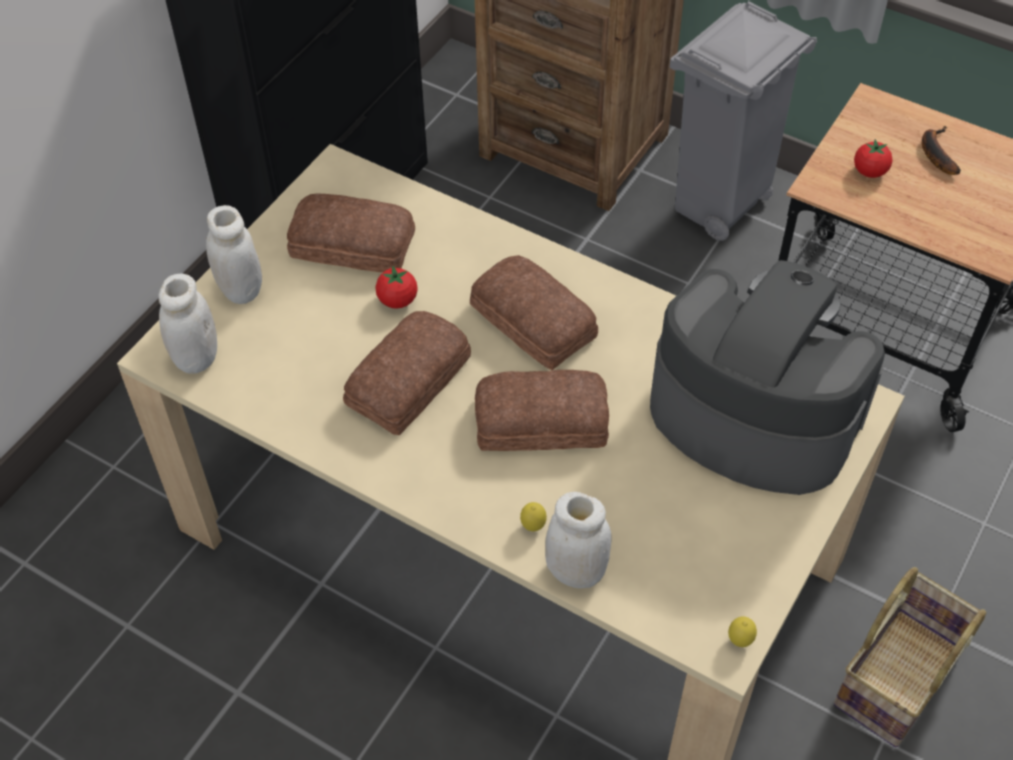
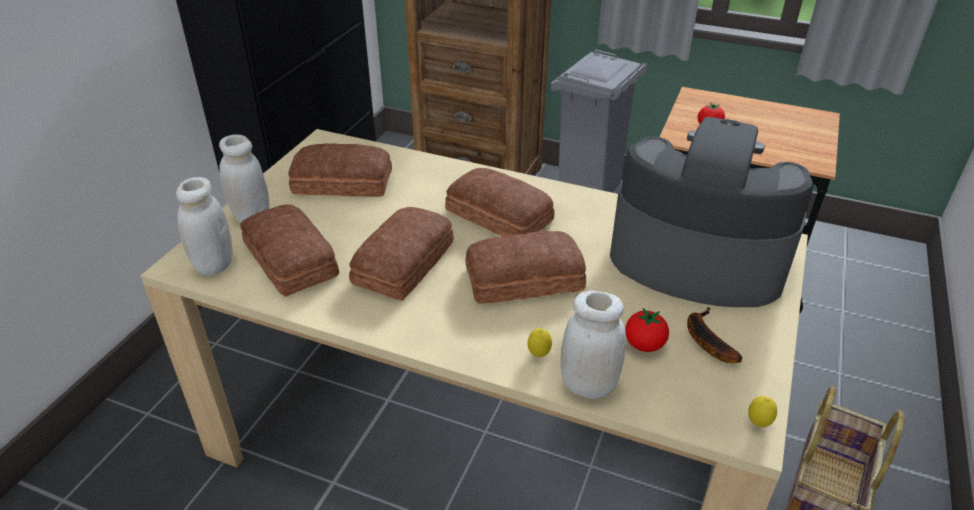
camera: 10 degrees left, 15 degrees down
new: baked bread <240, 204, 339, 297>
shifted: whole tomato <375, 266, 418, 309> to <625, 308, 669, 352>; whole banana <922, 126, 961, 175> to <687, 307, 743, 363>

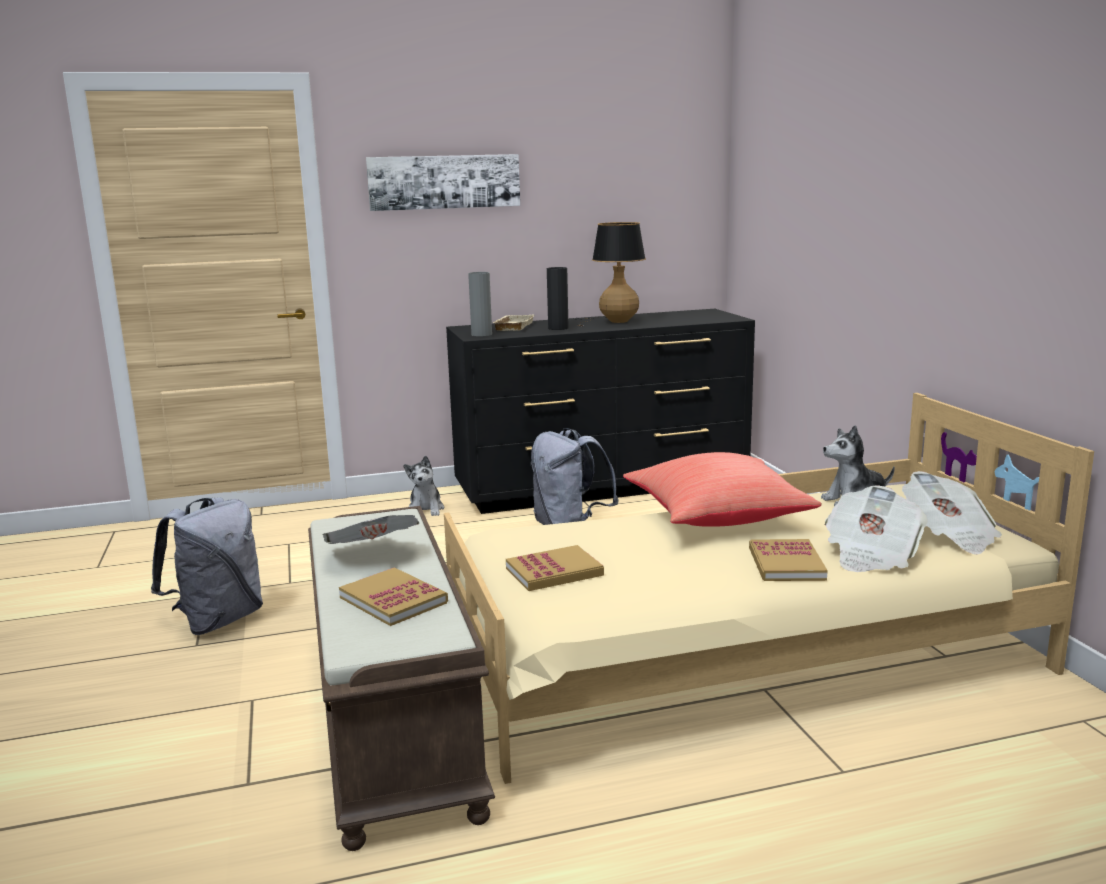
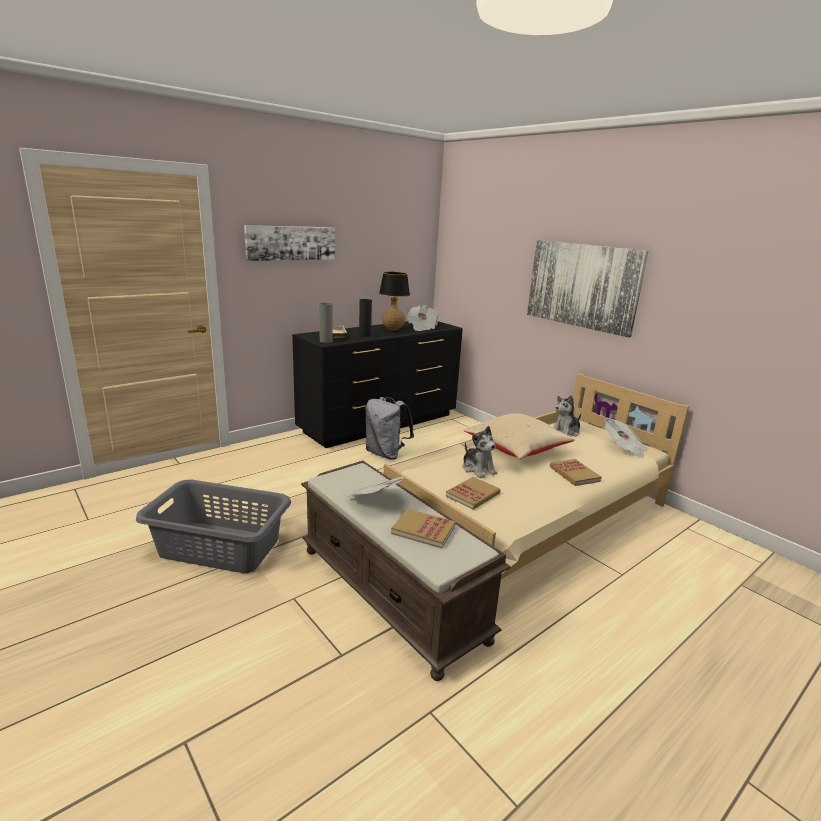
camera: 25 degrees left, 5 degrees up
new: wall art <527, 240, 648, 338>
shifted: soft toy <403, 456, 444, 516> to <463, 426, 497, 478>; printed paper <825, 485, 928, 572> to <406, 305, 440, 331>
swapped: gray knapsack <151, 497, 263, 635> to gray hamper <136, 480, 291, 573>
repainted: red pillow <623, 452, 822, 527> to beige-coloured pillow <464, 413, 575, 459>

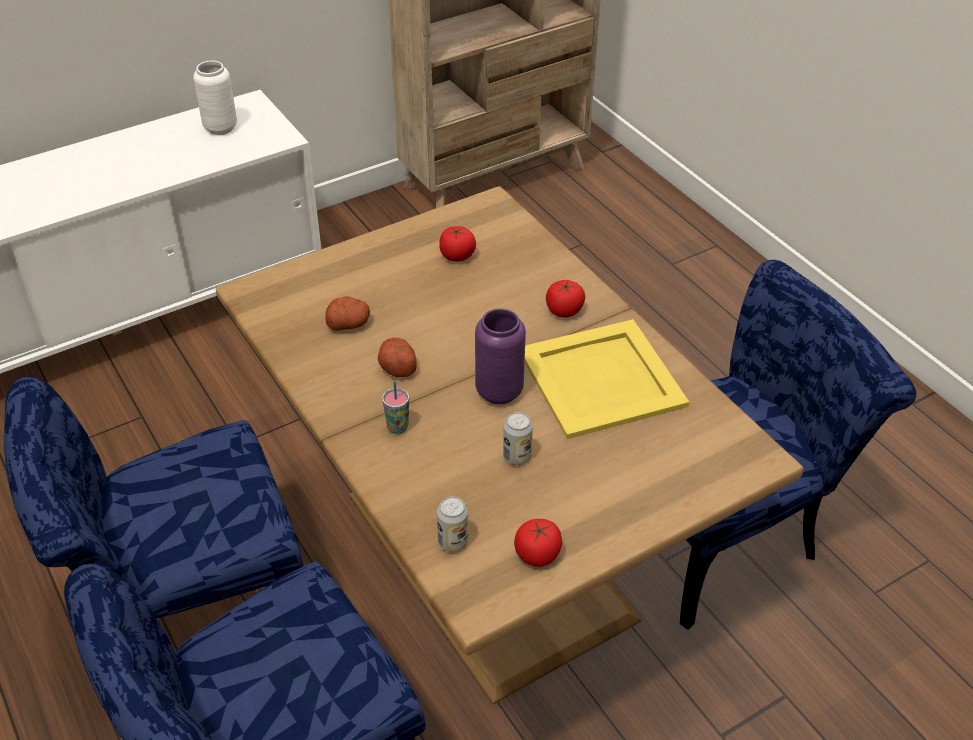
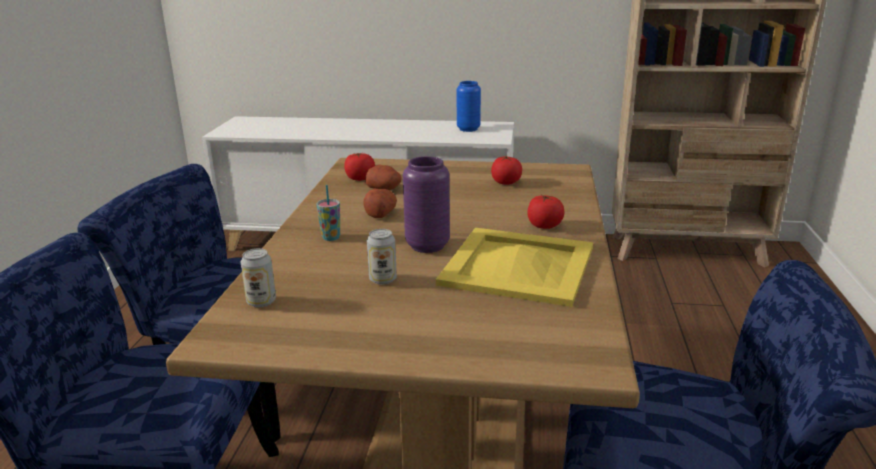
camera: 40 degrees right, 20 degrees down
shifted: whole tomato <514, 519, 562, 567> to <344, 153, 375, 181>
repainted: white vase <193, 60, 237, 135> to bluish vase <457, 81, 481, 132>

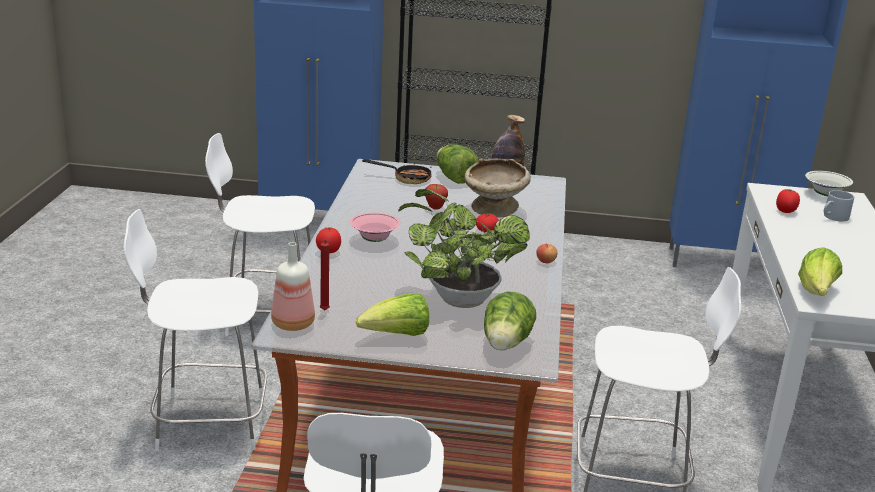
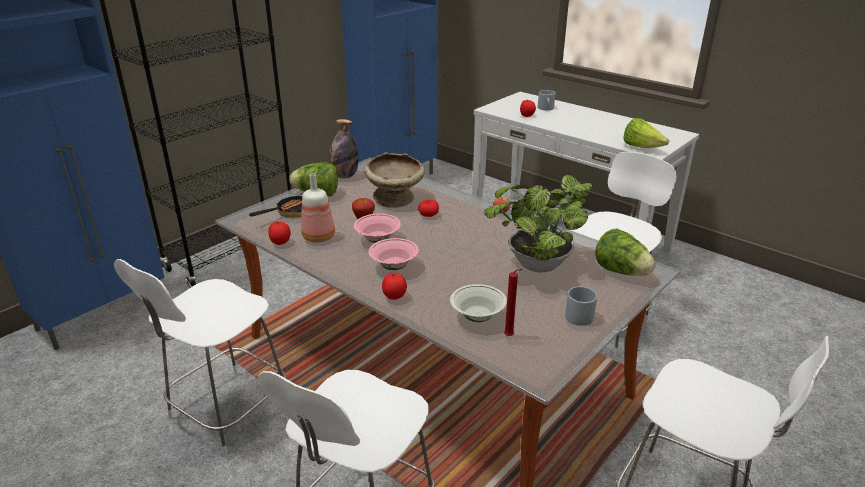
camera: 55 degrees left, 5 degrees up
new: whole tomato <268, 221, 291, 245>; pink-coloured serving bowl <354, 213, 401, 243>
shifted: beverage bottle <271, 242, 315, 331> to <301, 173, 335, 243>; white serving bowl <805, 171, 853, 196> to <450, 284, 507, 322>
swapped: lettuce <356, 293, 429, 336> to gray mug <565, 286, 597, 326>

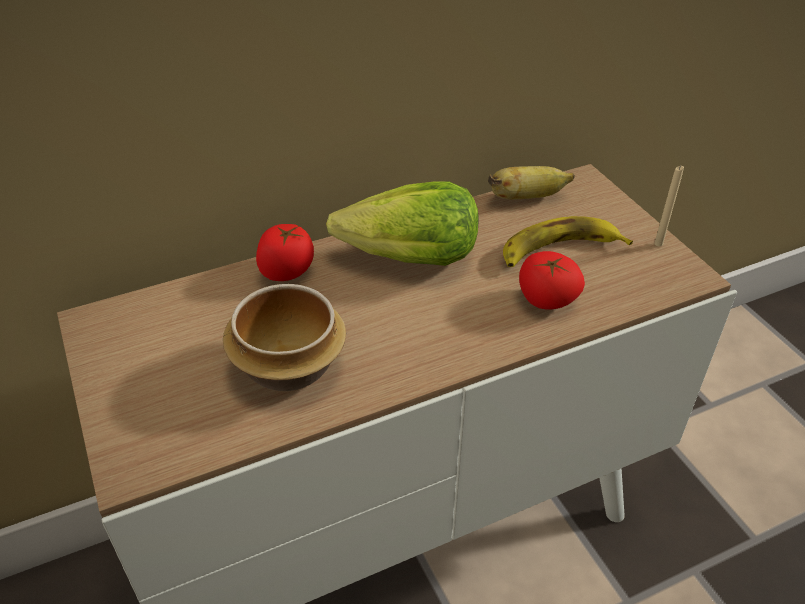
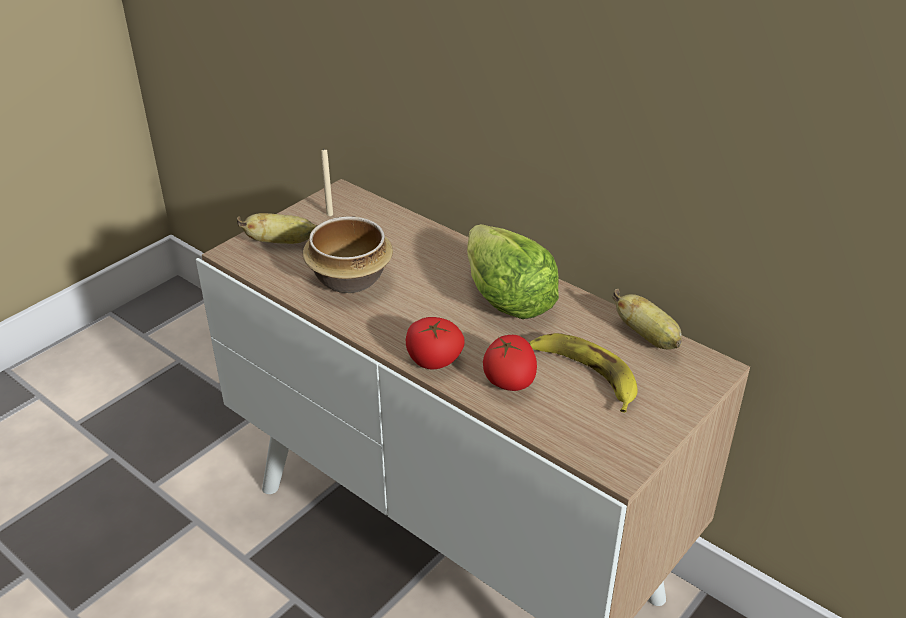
camera: 65 degrees right, 5 degrees down
new: whole banana <237, 213, 318, 244>
shifted: whole tomato <256, 224, 314, 281> to <406, 317, 465, 370>; beige-coloured wax candle <654, 165, 684, 247> to <321, 150, 333, 216>

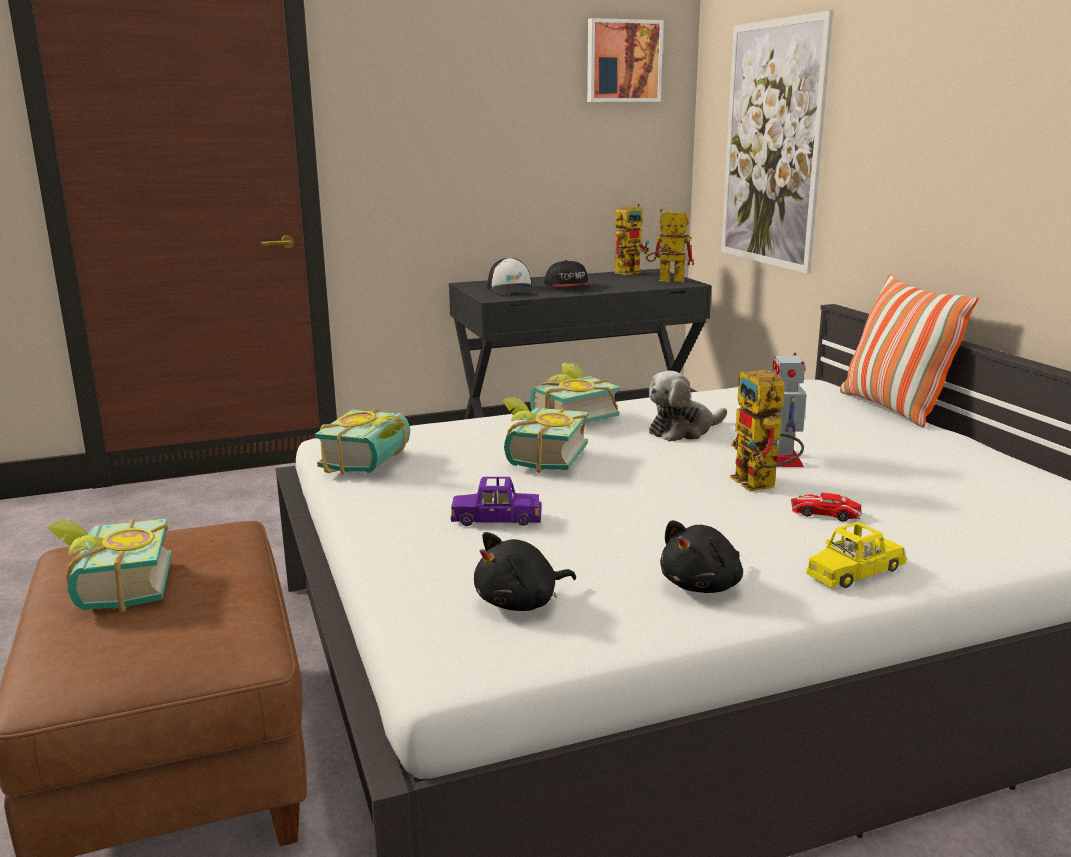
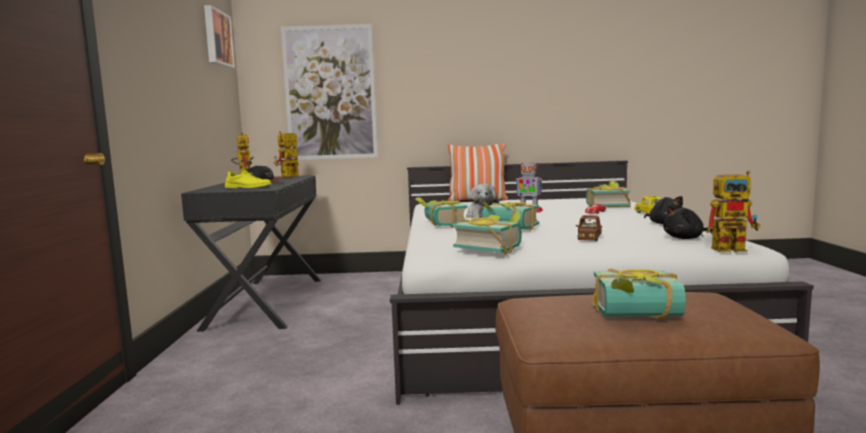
camera: 70 degrees left, 10 degrees down
new: book <586, 181, 631, 207>
shifted: robot figure <730, 370, 804, 492> to <706, 171, 760, 252>
swapped: baseball cap <487, 257, 538, 295> to yellowish shoe <225, 170, 272, 188>
repainted: purple toy car <451, 477, 542, 526> to brownish toy car <576, 215, 602, 241>
rotated: blackish soft toy <474, 532, 576, 611> = <663, 205, 712, 239> 90 degrees clockwise

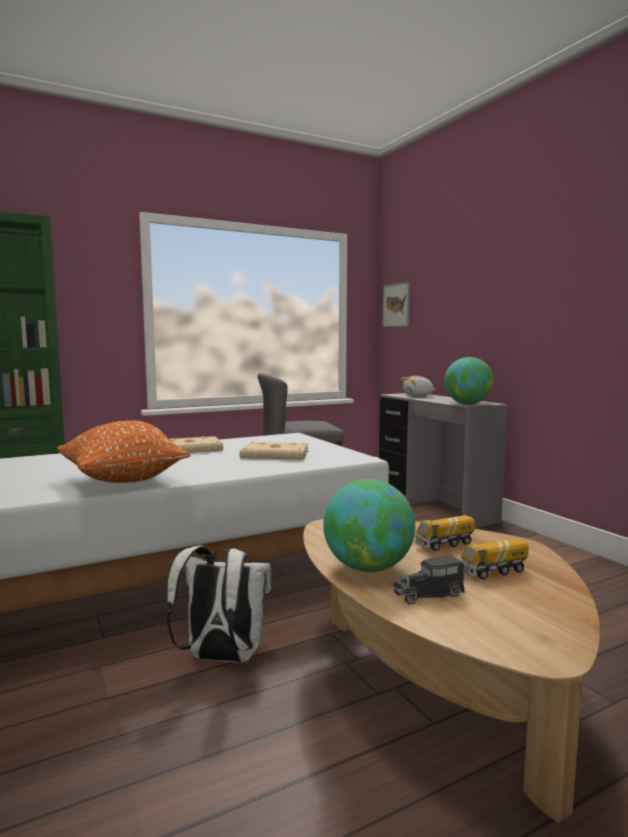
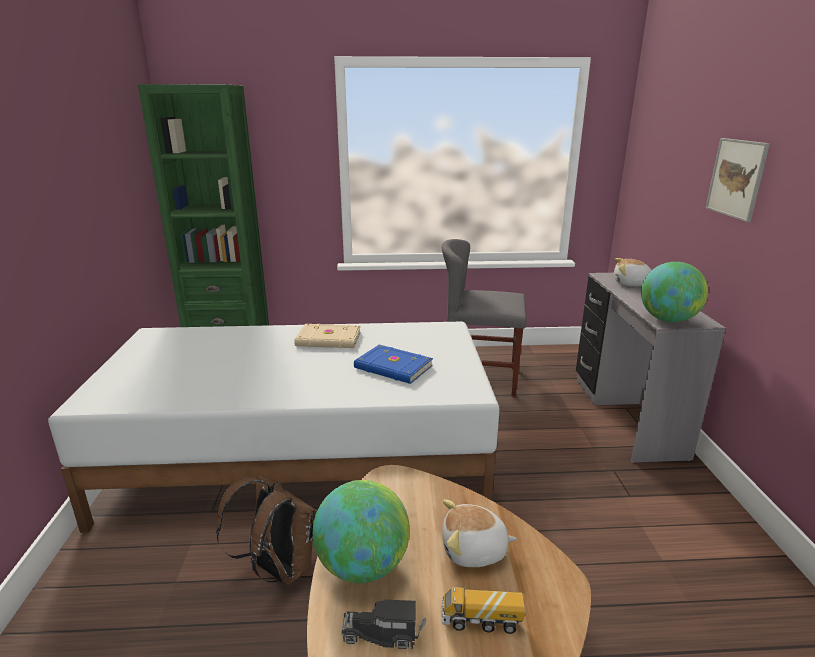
camera: 25 degrees right, 15 degrees up
gone: orange-coloured pillow <57, 420, 191, 483>
shifted: wall art <382, 282, 410, 327> to <706, 138, 770, 222>
swapped: model truck <415, 515, 475, 551> to soft toy <442, 499, 517, 567>
repainted: white knapsack <166, 545, 272, 663> to brownish knapsack <216, 474, 317, 585>; beige-coloured book <240, 442, 309, 460> to bluish book <354, 345, 433, 384>

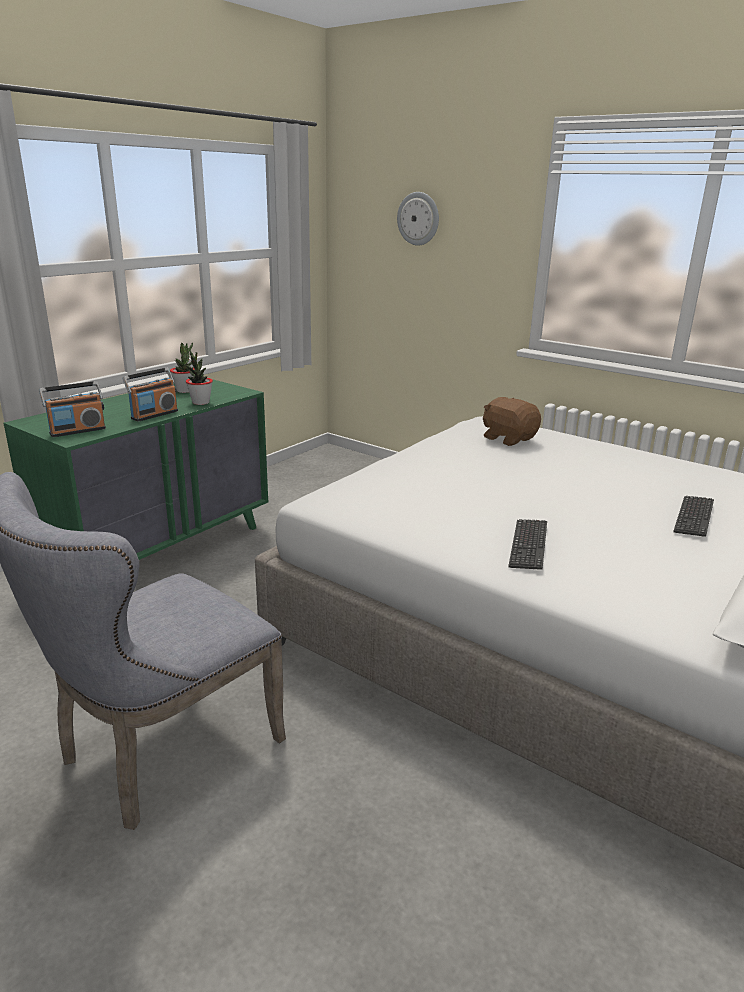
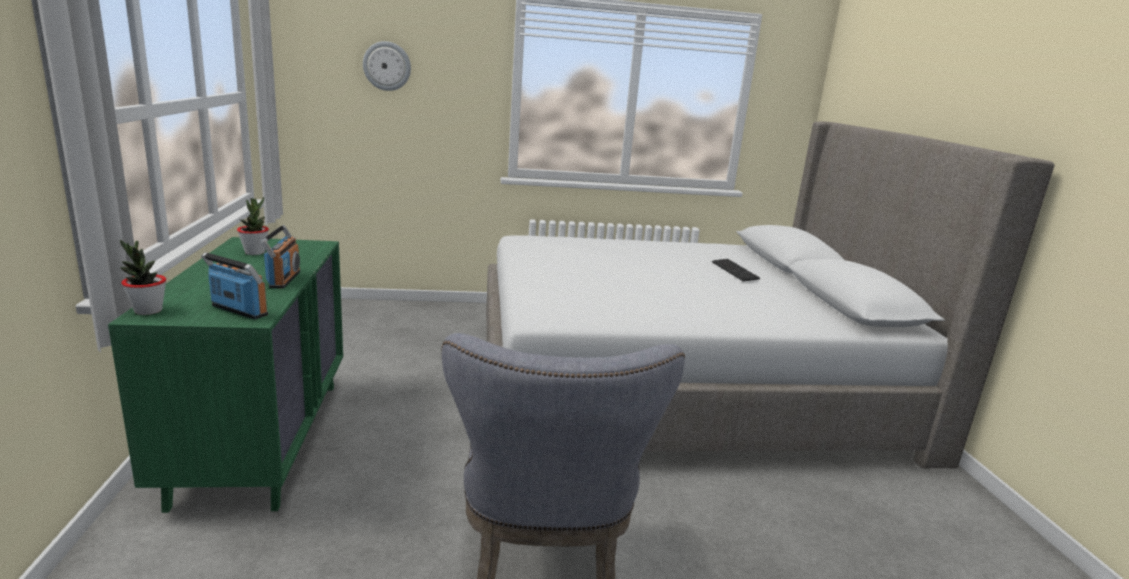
camera: 45 degrees left, 5 degrees down
gone: brownish soft toy <483, 397, 541, 446>; computer keyboard <508, 519, 547, 570>
shifted: plant in a pot <185, 350, 213, 405> to <120, 239, 166, 315>
rotated: radio receiver <39, 381, 106, 437> = <201, 252, 268, 319> 75 degrees counterclockwise

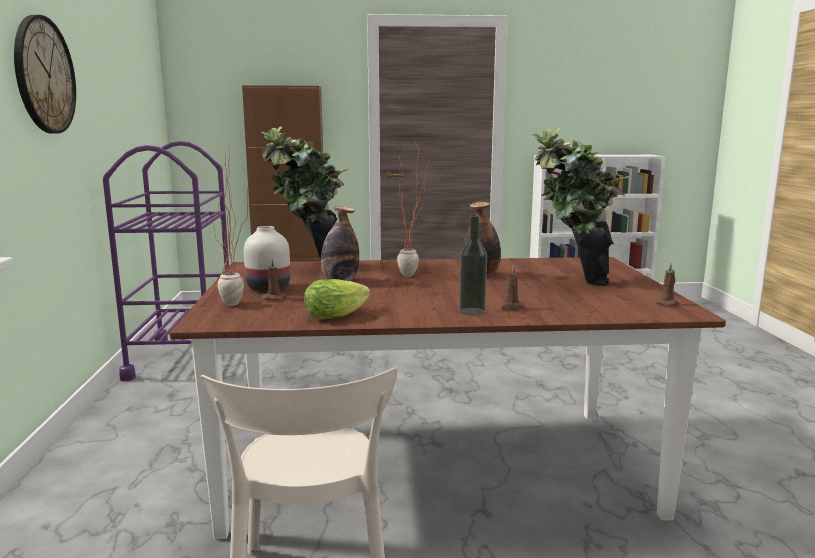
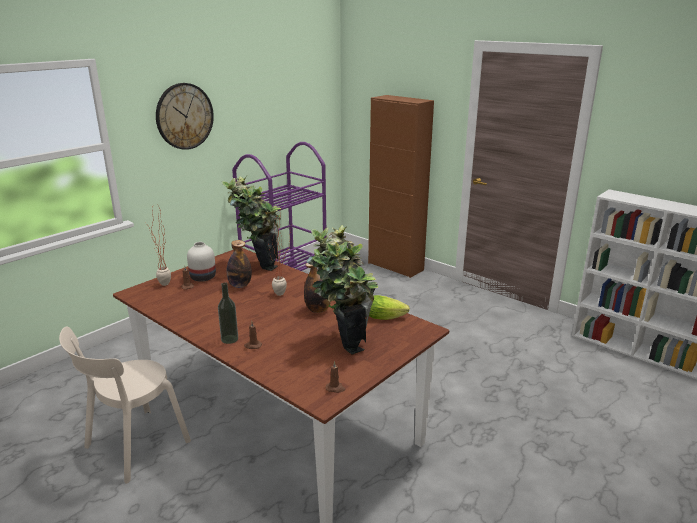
camera: 45 degrees right, 10 degrees up
shifted: lettuce <304, 279, 370, 319> to <369, 295, 410, 320>

